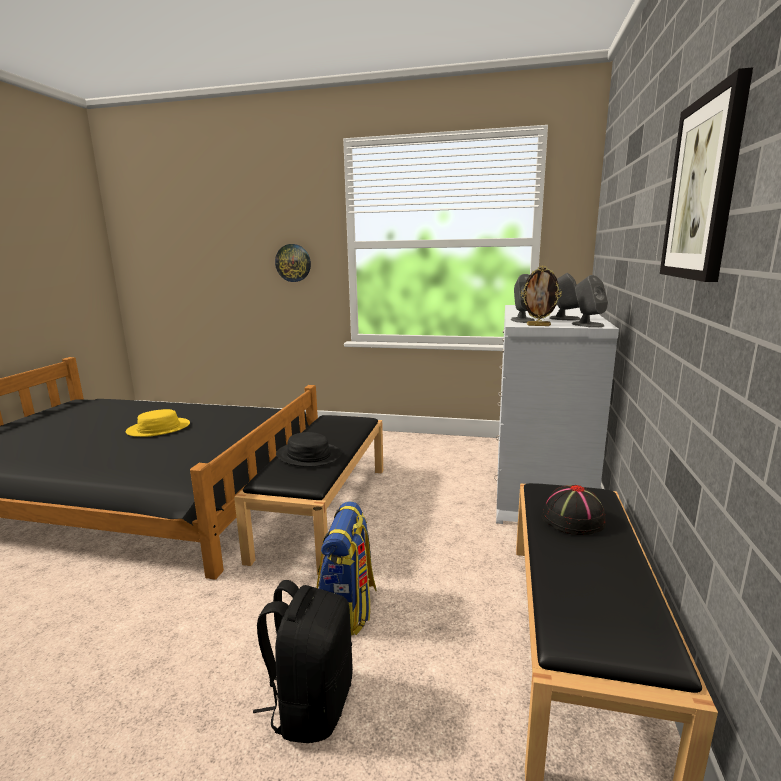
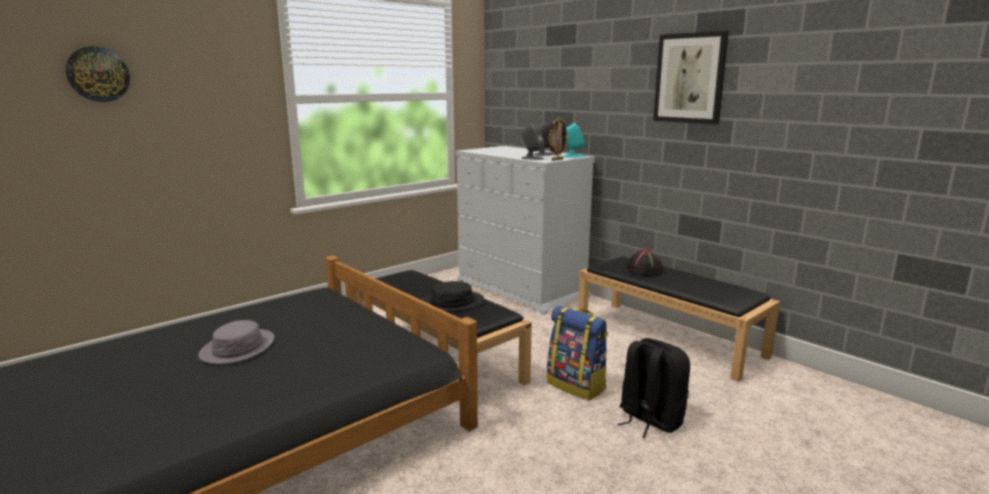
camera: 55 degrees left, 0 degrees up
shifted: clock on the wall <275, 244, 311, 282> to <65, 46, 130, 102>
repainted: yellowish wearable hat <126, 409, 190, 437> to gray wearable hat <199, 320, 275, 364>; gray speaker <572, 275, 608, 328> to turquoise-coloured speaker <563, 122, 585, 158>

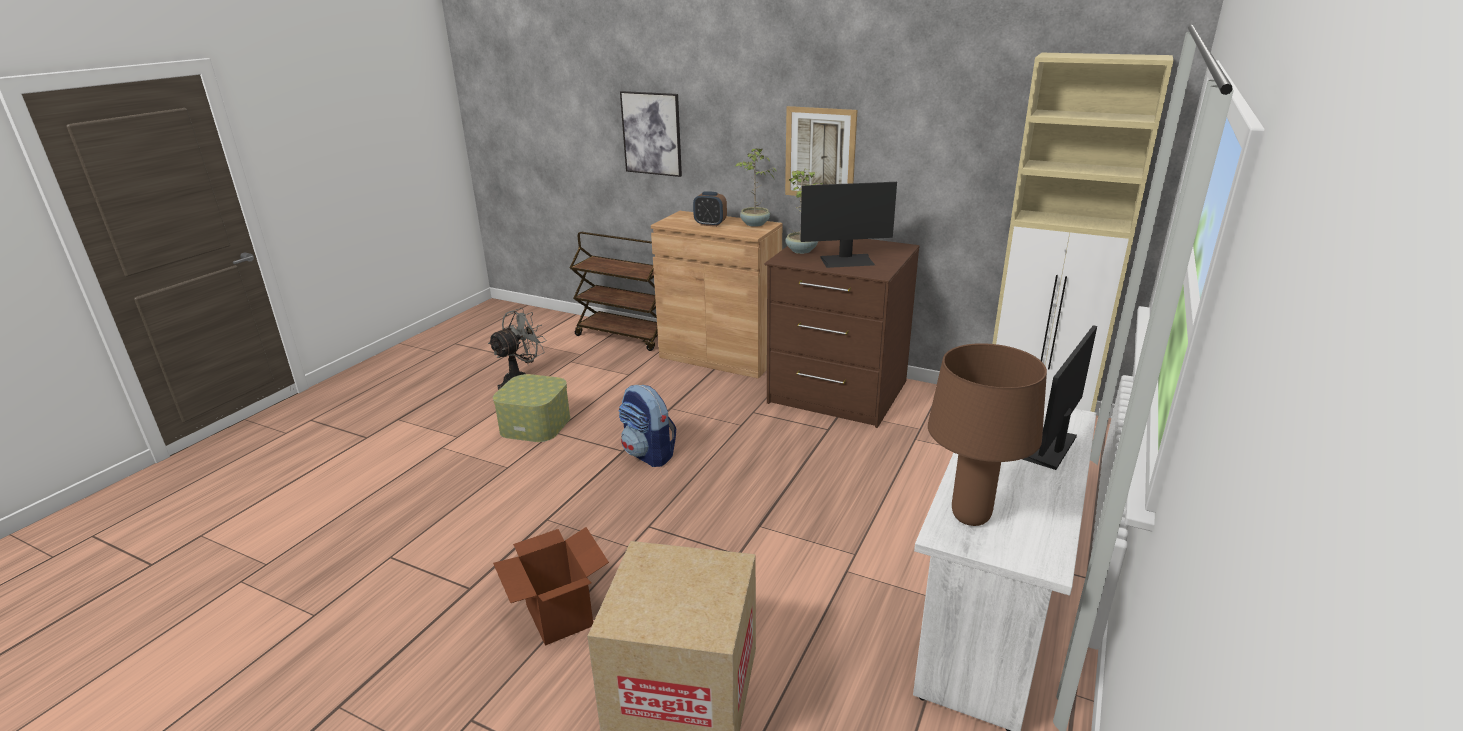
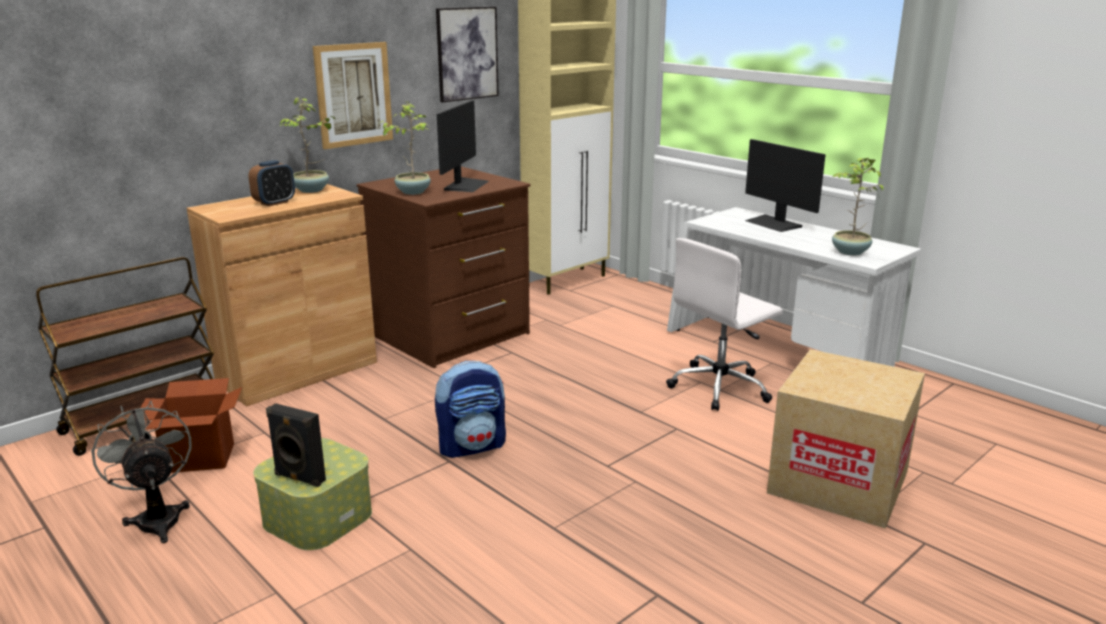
camera: 70 degrees left, 5 degrees down
new: blackish speaker <266, 403, 326, 487>; white computer chair <666, 238, 783, 411>
shifted: packing box <493, 527, 609, 646> to <140, 378, 242, 473>; wall art <620, 91, 682, 177> to <436, 7, 499, 103>
swapped: brownish lamp for a table <928, 343, 1047, 526> to plant in a pot <832, 157, 883, 255>

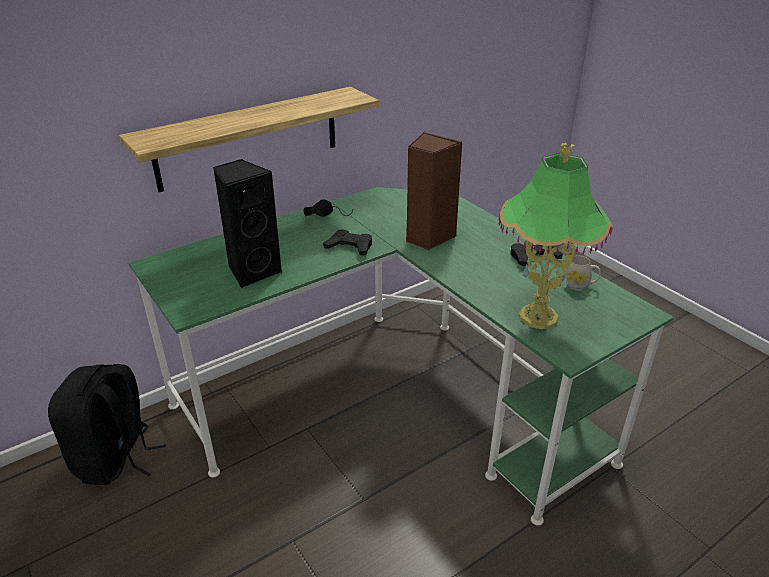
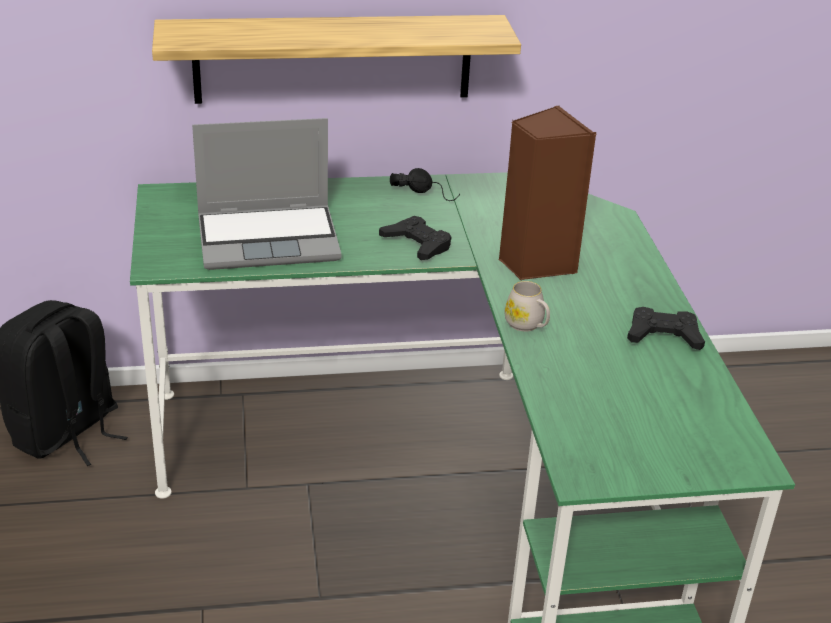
camera: 25 degrees right, 0 degrees up
gone: lamp for a table <499, 143, 613, 329>
shifted: white mug <563, 255, 601, 290> to <505, 281, 550, 332>
swapped: blackish speaker <213, 159, 282, 288> to laptop <192, 118, 342, 270>

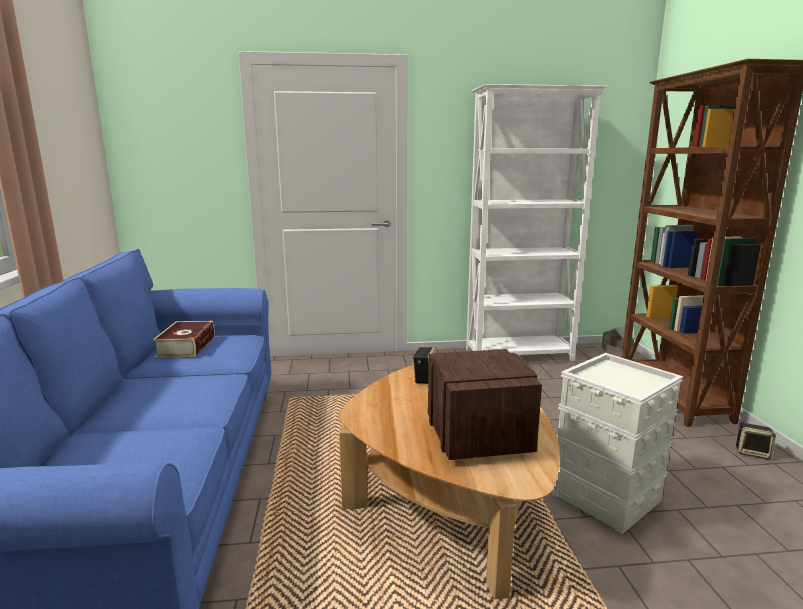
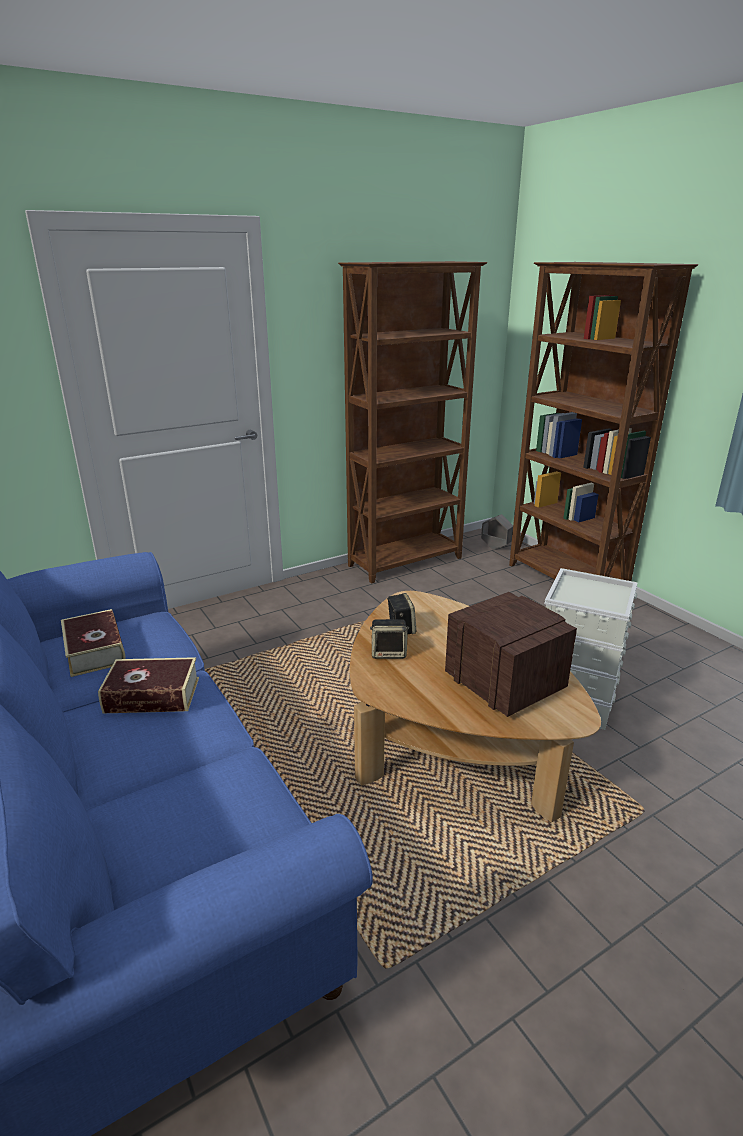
camera: 25 degrees left, 10 degrees up
new: book <98, 657, 199, 713>
shifted: speaker <736, 423, 776, 460> to <370, 619, 409, 659>
repainted: white shelving unit <466, 84, 607, 361> to brownish shelving unit <338, 261, 487, 583>

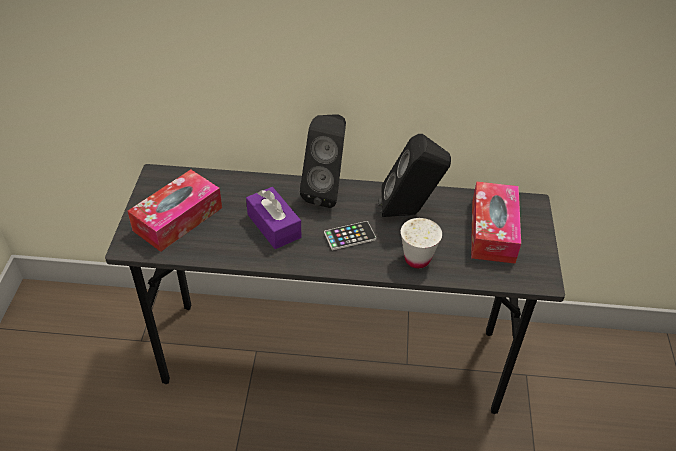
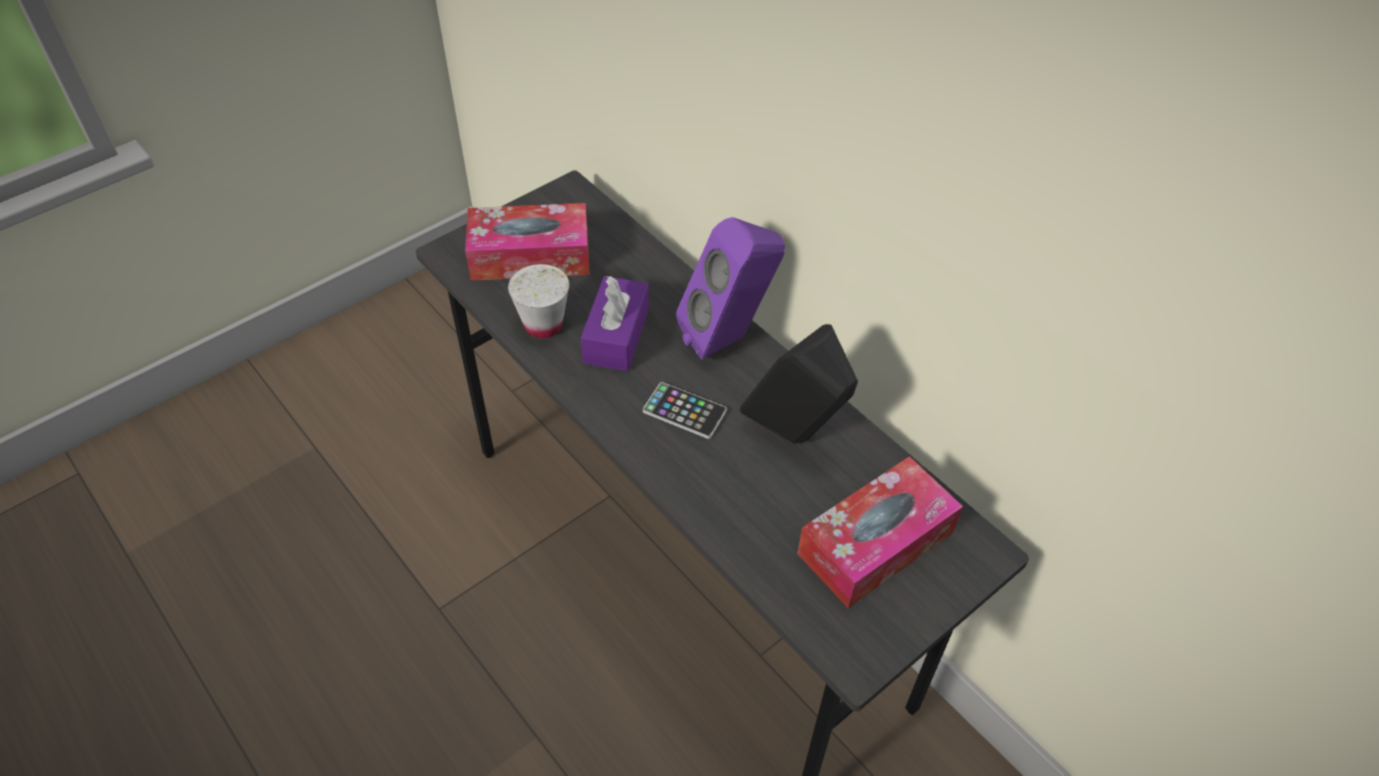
camera: 45 degrees right, 5 degrees up
shifted: white cup <401, 218, 442, 268> to <508, 264, 569, 339>
repainted: blackish speaker <300, 114, 346, 208> to purple speaker <676, 217, 785, 360>

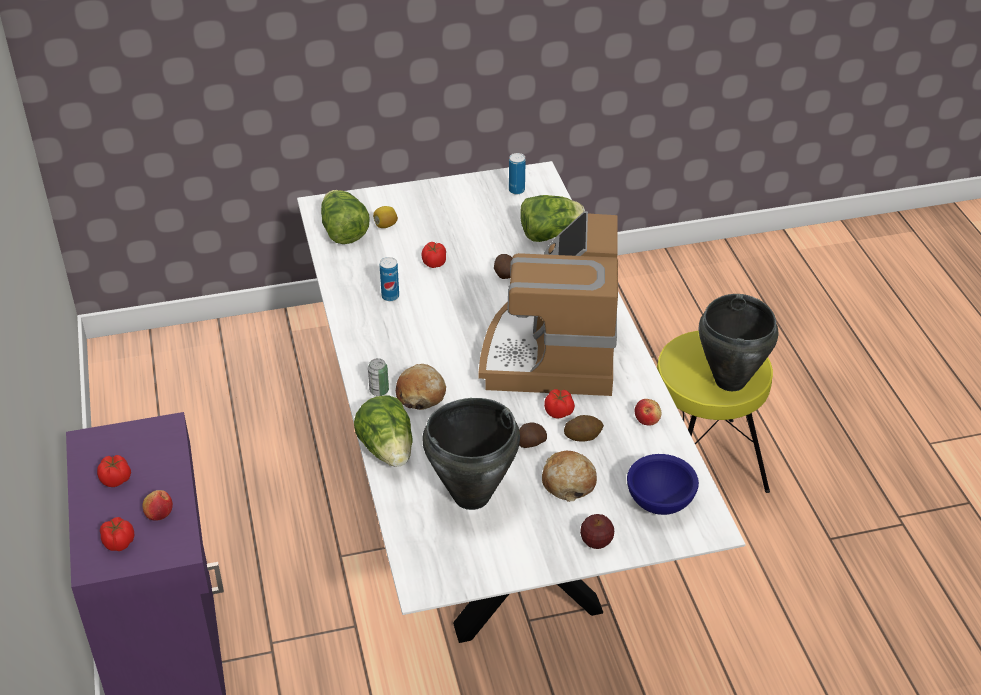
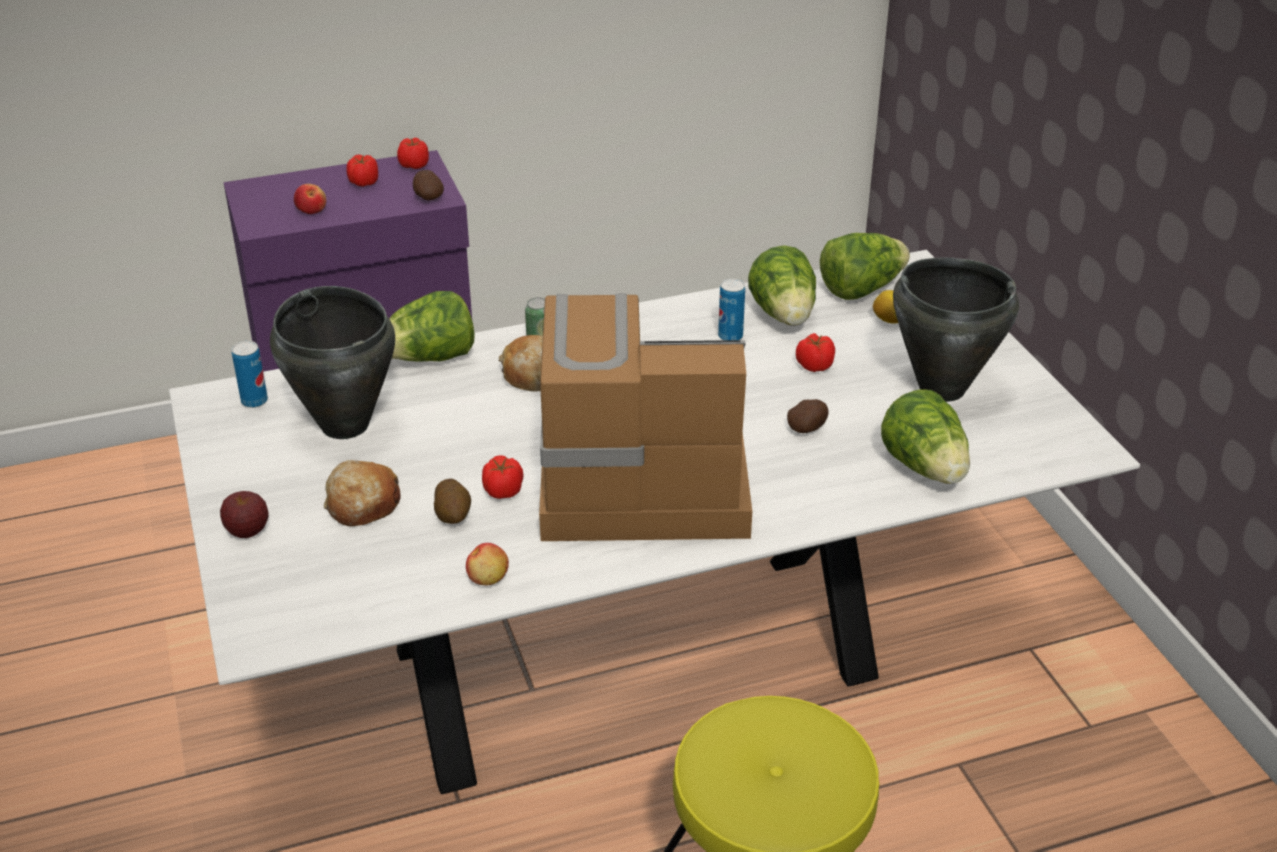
camera: 85 degrees right, 5 degrees down
gone: bluish serving bowl <627, 454, 699, 515>
new: lettuce <748, 245, 816, 326>
shifted: whole tomato <100, 517, 135, 551> to <397, 138, 429, 169>; can <509, 153, 526, 194> to <231, 341, 268, 408>; whole potato <519, 422, 547, 448> to <413, 170, 444, 200>; blackish saucepot <698, 294, 778, 391> to <893, 257, 1019, 402>

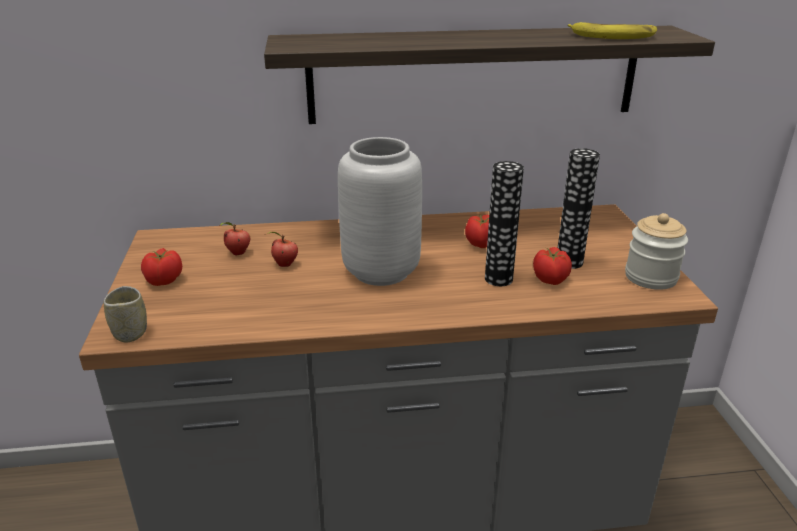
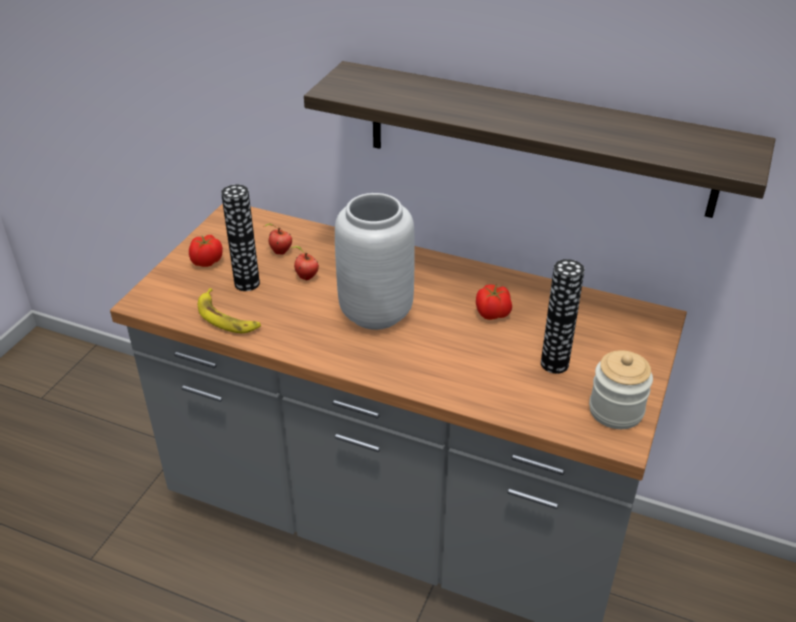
camera: 30 degrees right, 10 degrees up
gone: cup <104, 286, 147, 343>; whole tomato <533, 247, 572, 285>
shifted: vase <485, 161, 524, 286> to <221, 184, 260, 291>; whole banana <568, 22, 657, 39> to <198, 288, 261, 333>

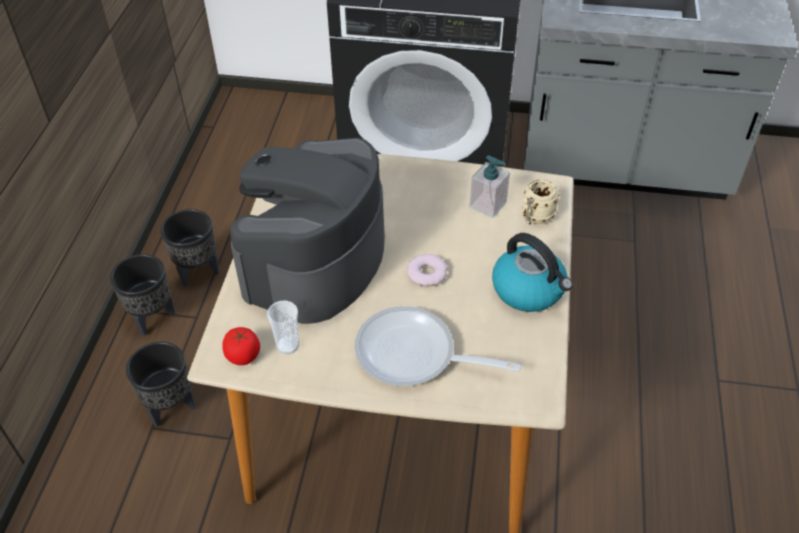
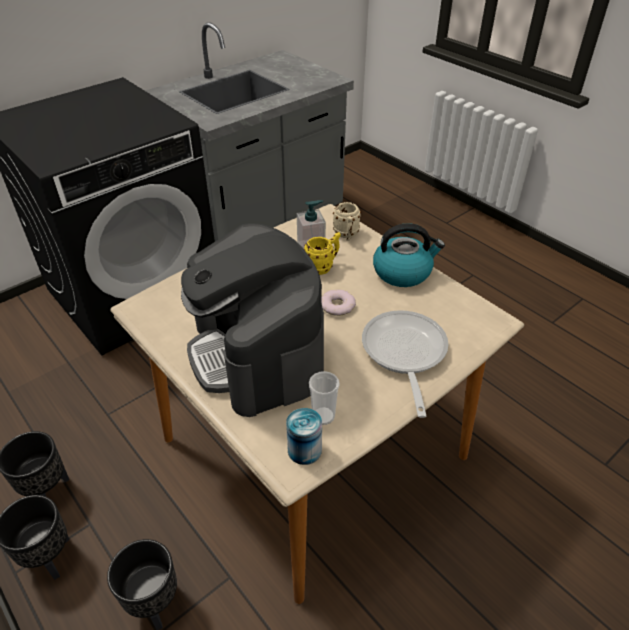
camera: 50 degrees left, 5 degrees down
new: yellowish mug <304, 232, 341, 275>
swapped: whole tomato <222, 327, 260, 365> to can <286, 408, 322, 465>
rotated: frying pan <355, 306, 521, 386> = <362, 310, 449, 418> 120 degrees clockwise

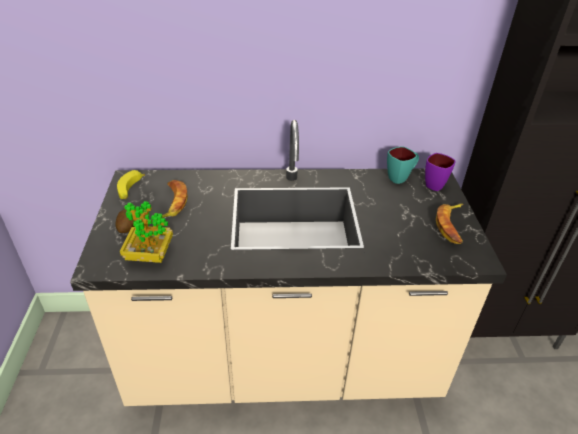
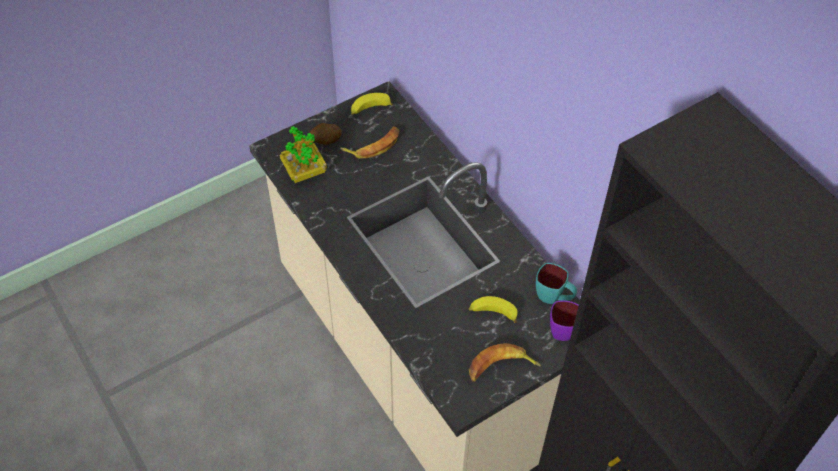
camera: 60 degrees right, 15 degrees up
new: whole banana <469, 296, 517, 323>

